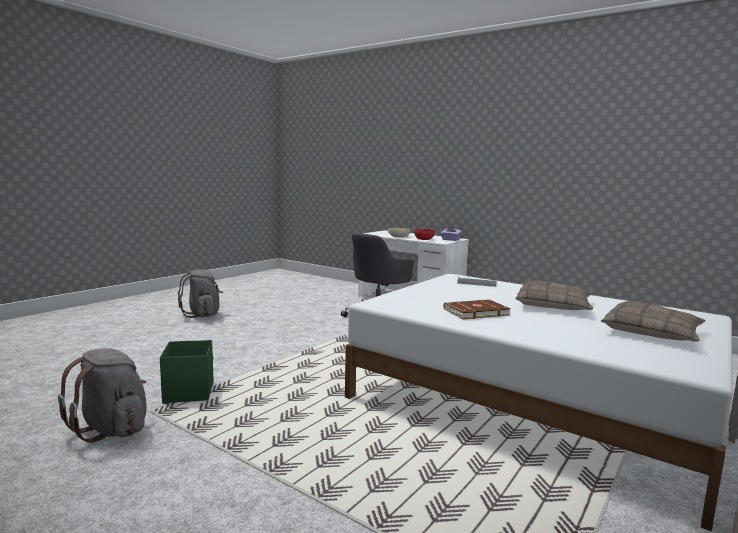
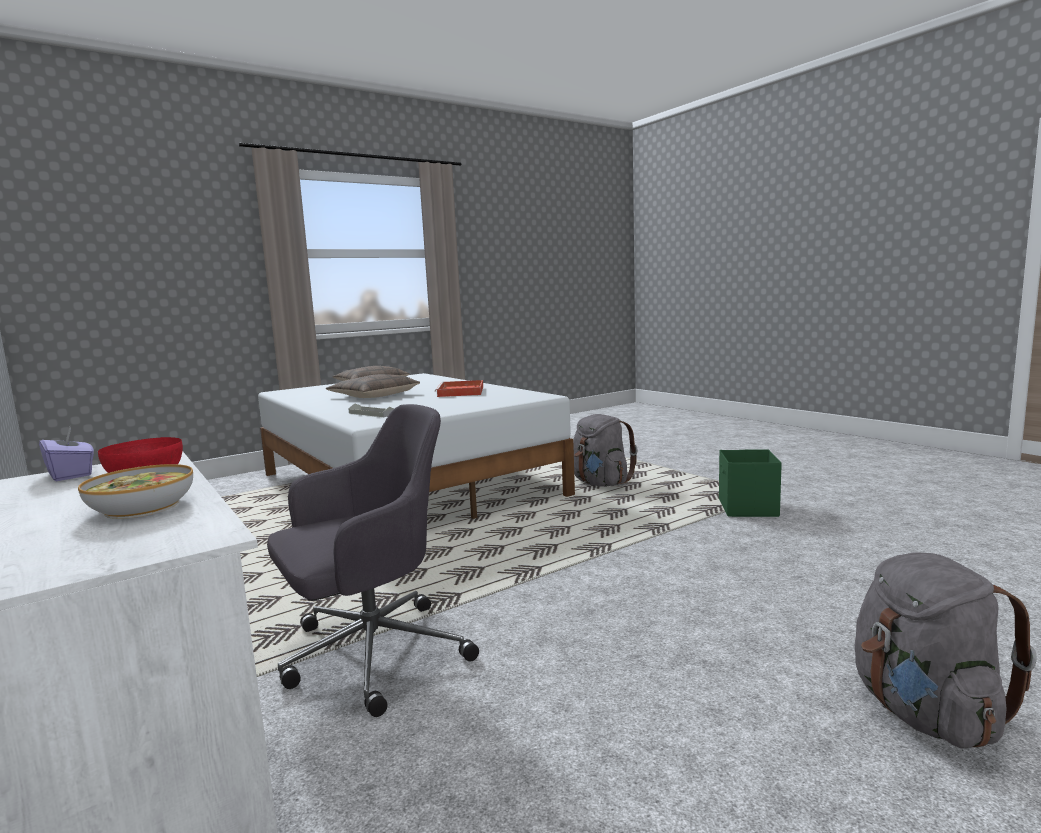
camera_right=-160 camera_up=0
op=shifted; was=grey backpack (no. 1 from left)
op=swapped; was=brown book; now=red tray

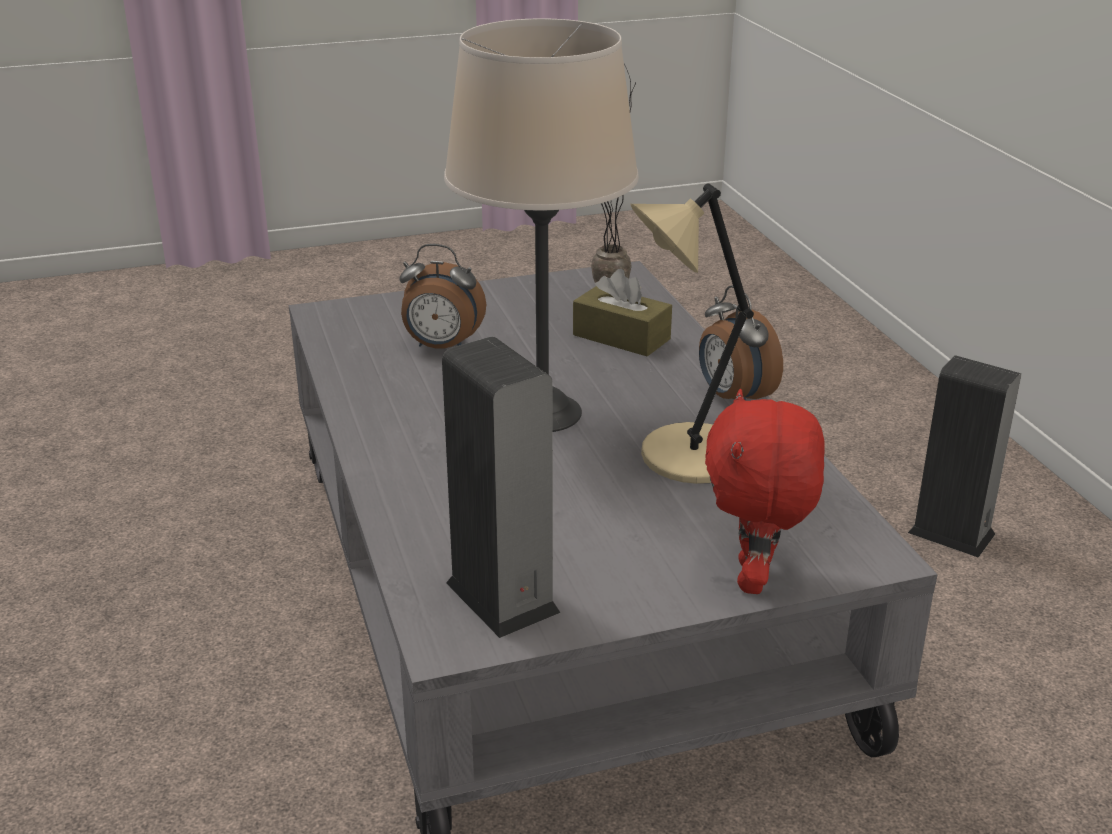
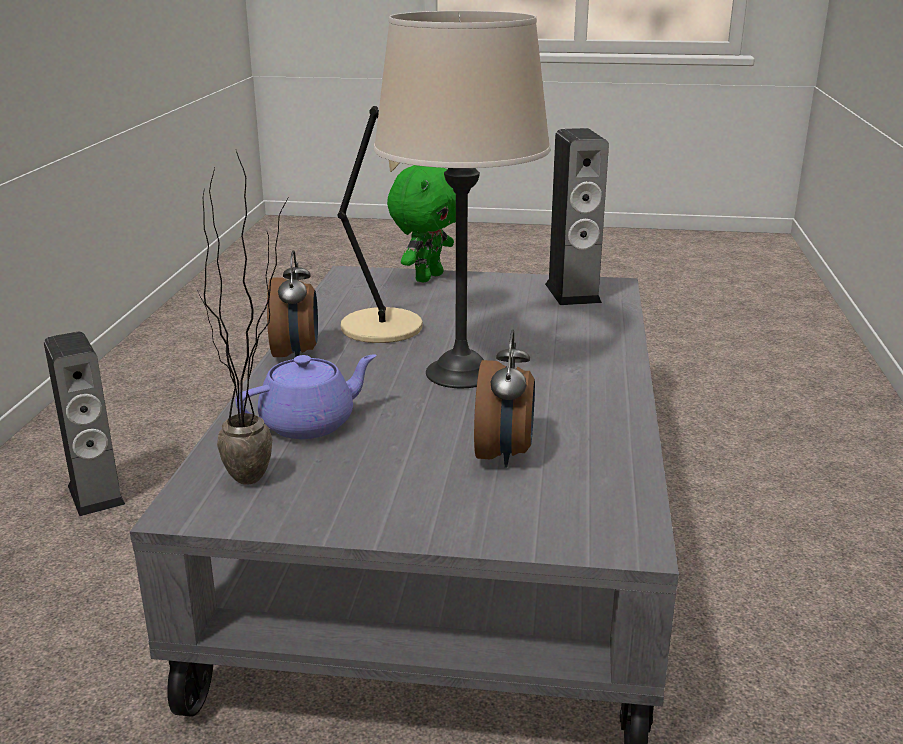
camera_right=-155 camera_up=-5
op=swapped; was=brown tissue box; now=purple teapot
op=repainted; was=red plush toy; now=green plush toy
op=rotated; was=alarm clock (no. 1 from left in the first image); clockwise=60

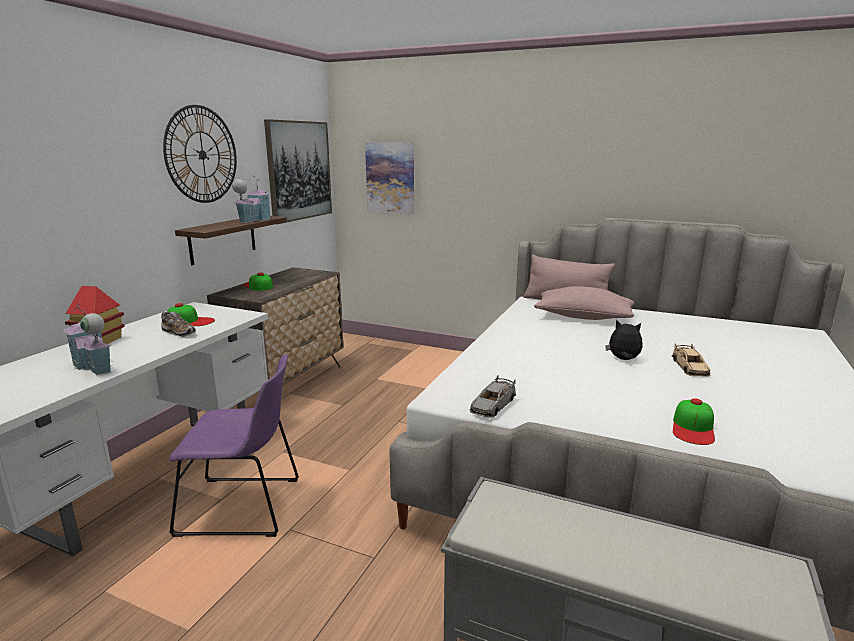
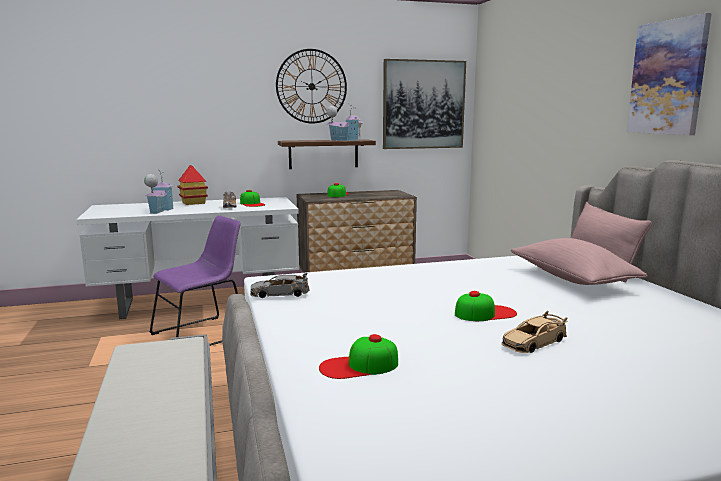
camera_right=50 camera_up=-5
op=shifted; was=picture (no. 2 from left)
op=swapped; was=plush toy; now=cap (no. 4 from left)
op=rotated; was=purple chair; clockwise=-90

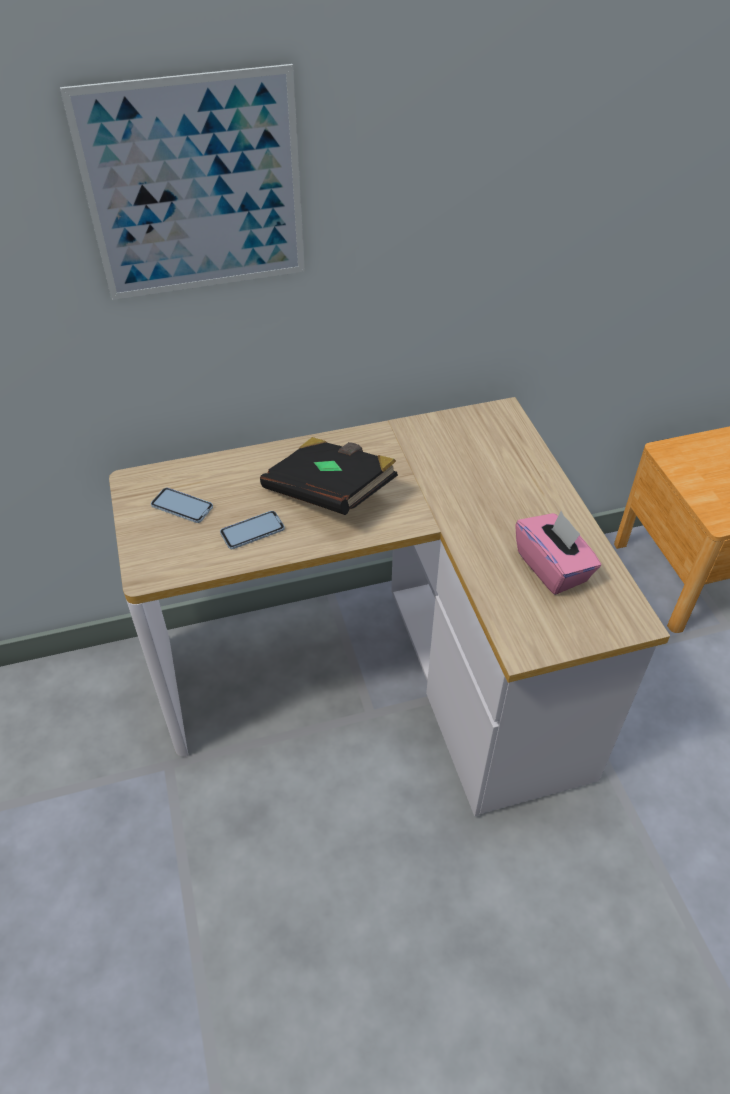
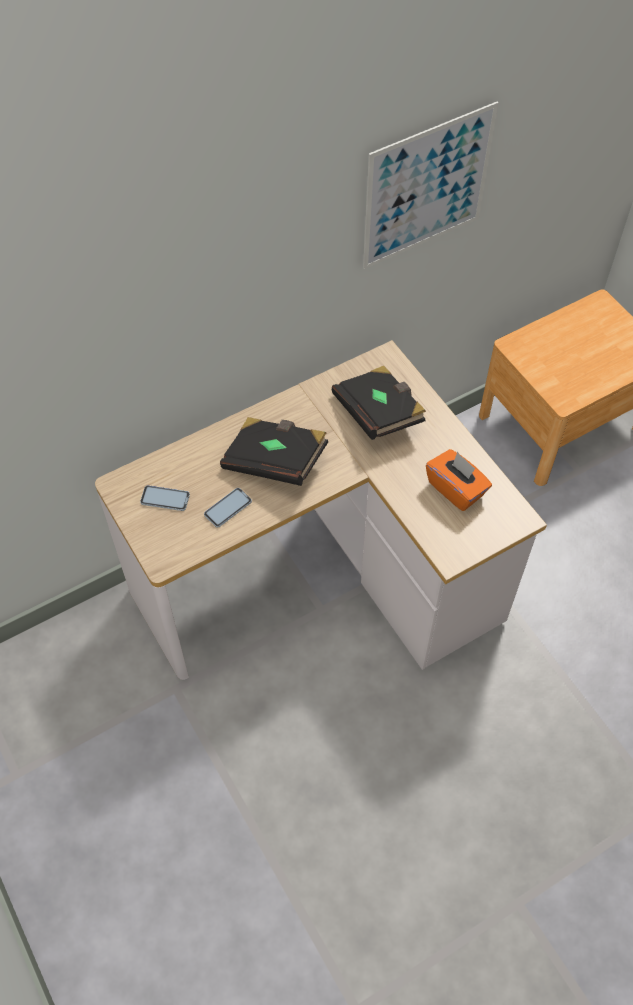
camera_right=-15 camera_up=10
op=new; now=black book (no. 2 from left)
op=shifted; was=picture
op=repainted; was=pink tissue box; now=orange tissue box

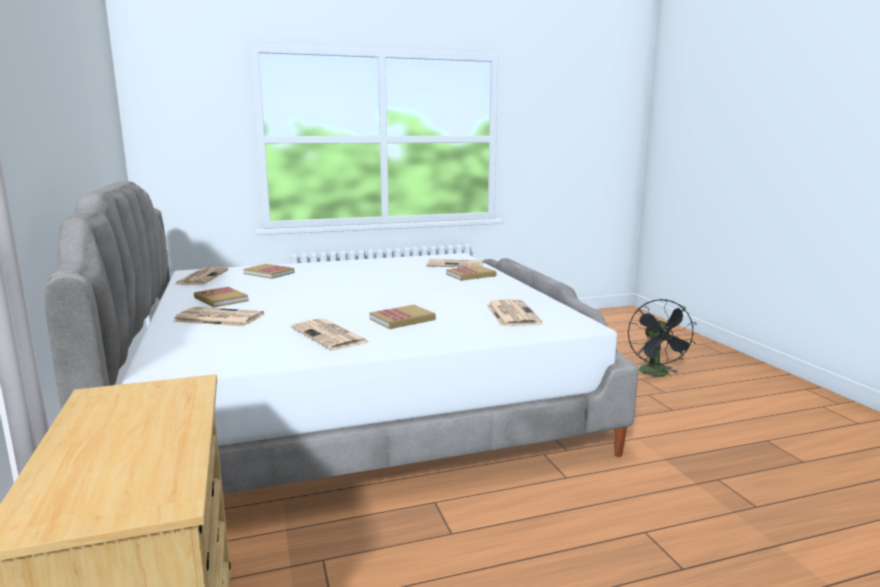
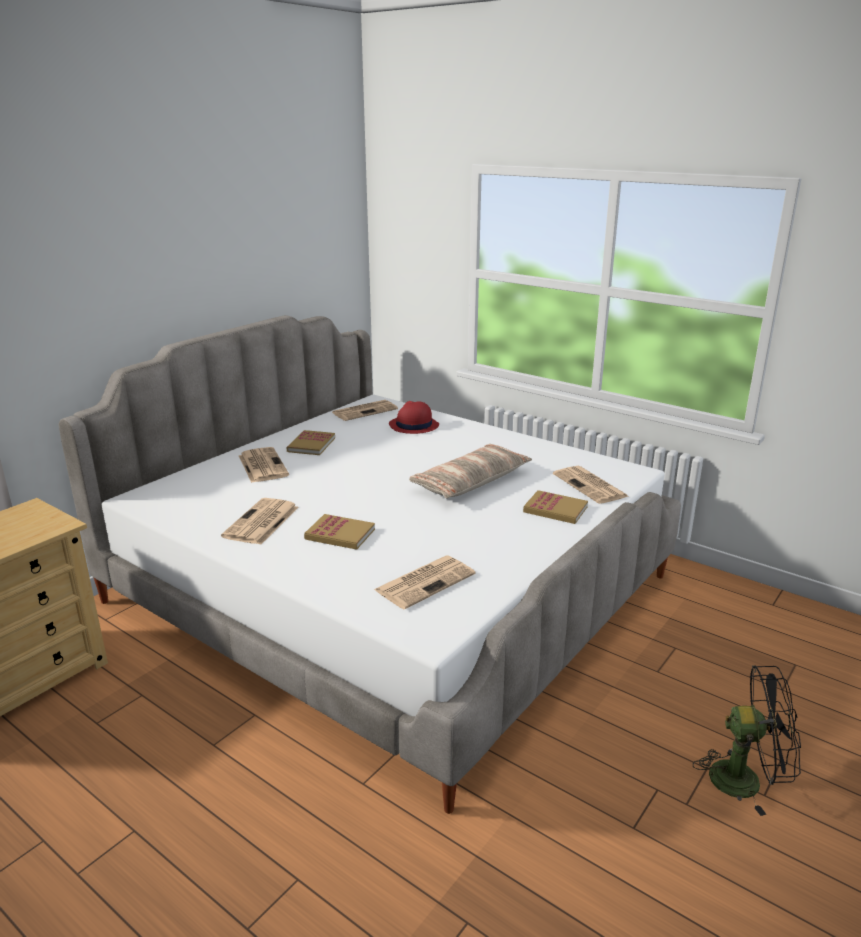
camera_right=55 camera_up=10
op=new; now=pillow
op=swapped; was=book (no. 2 from left); now=red hat
op=rotated; was=black fan; clockwise=-135

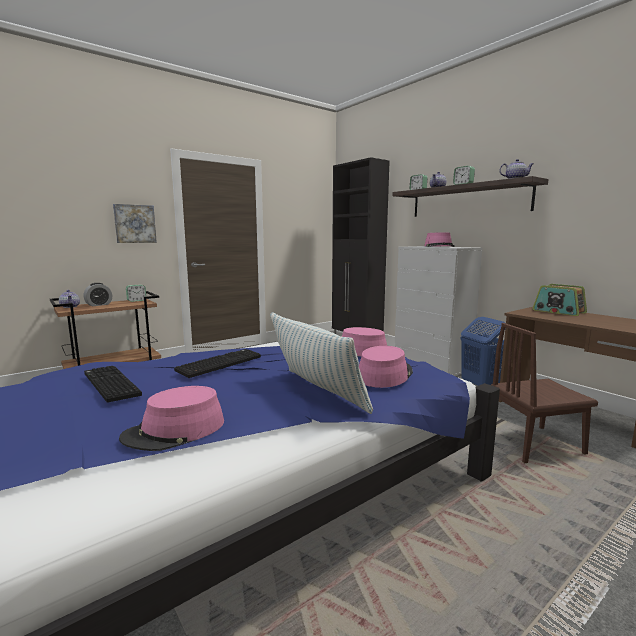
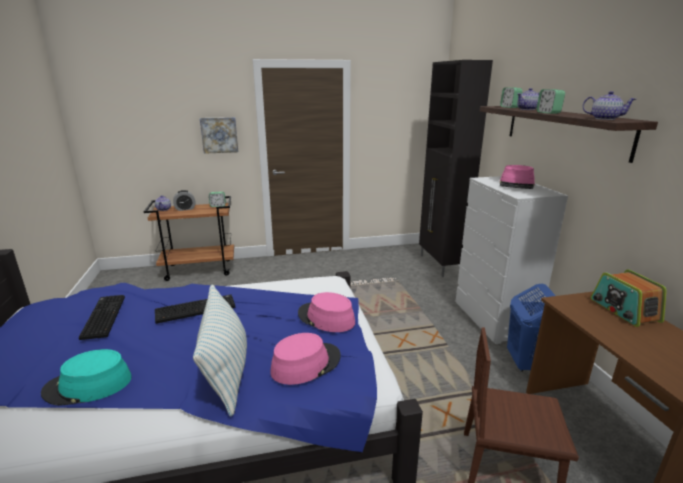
camera_right=25 camera_up=10
op=repainted; was=pink hat (no. 1 from left); now=turquoise hat

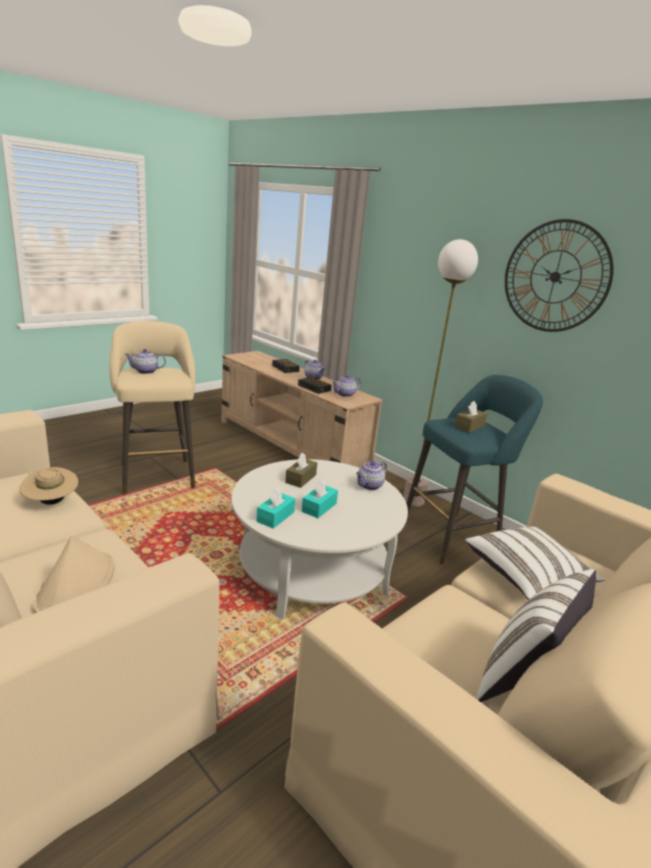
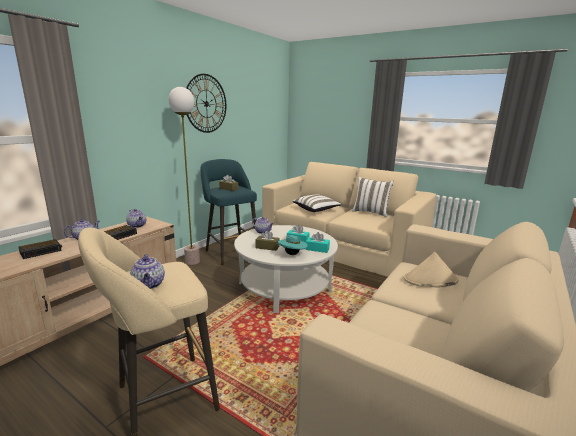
camera_right=-100 camera_up=-5
op=gone; was=beige hat (no. 1 from left)
op=new; now=turquoise hat

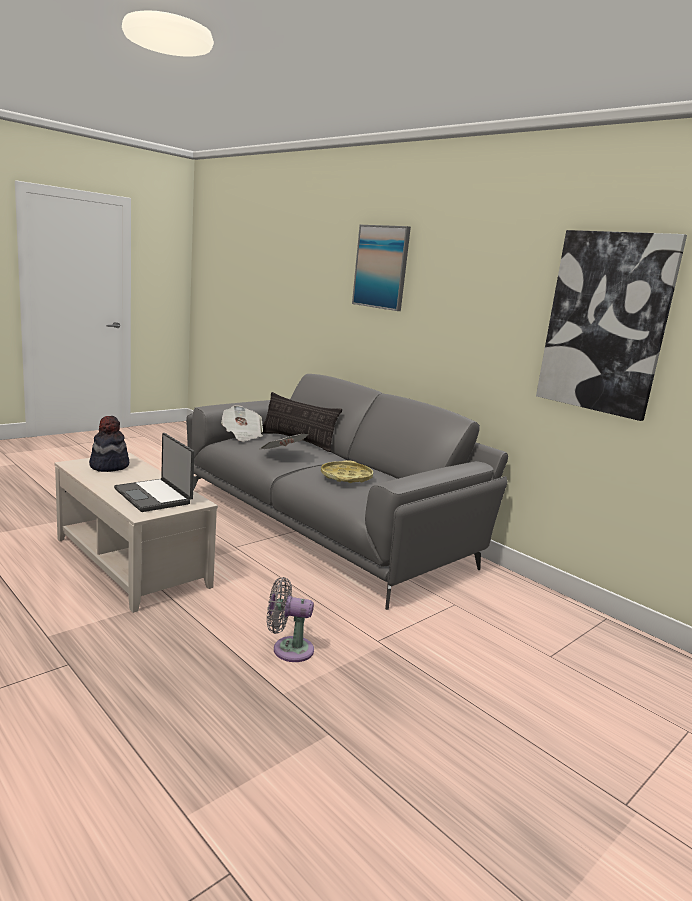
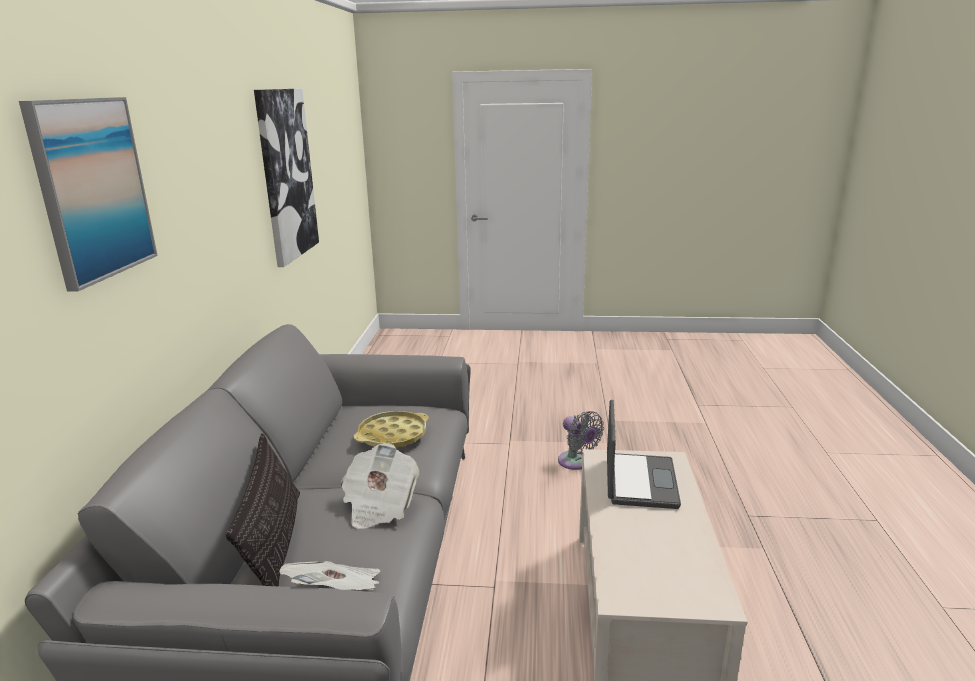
camera_right=-130 camera_up=5
op=gone; was=hat

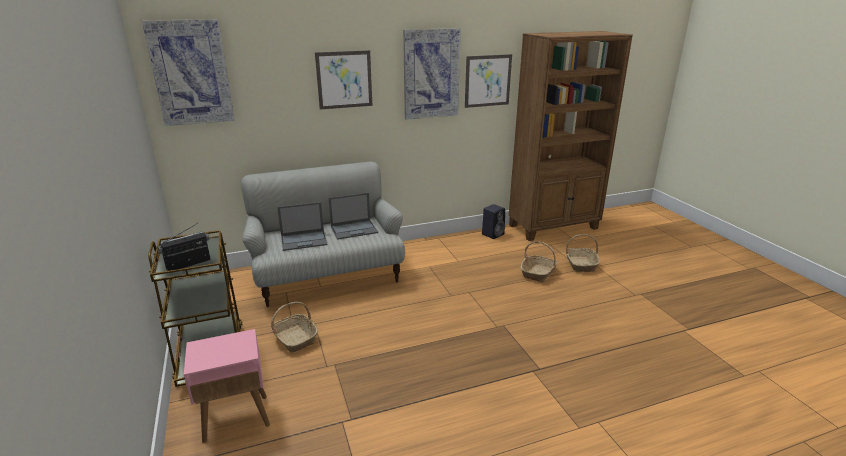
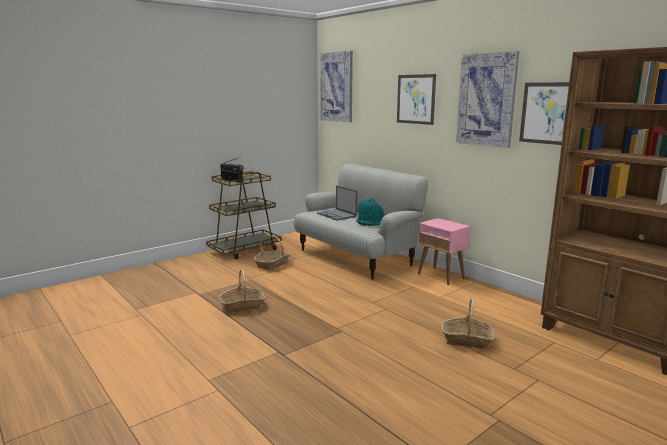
camera_right=70 camera_up=-10
op=gone; was=black speaker
op=shifted; was=pink side table
op=shifted; was=basket (no. 3 from left in the first image); now=basket (no. 1 from left)
op=swapped; was=laptop (no. 2 from left); now=turquoise hat

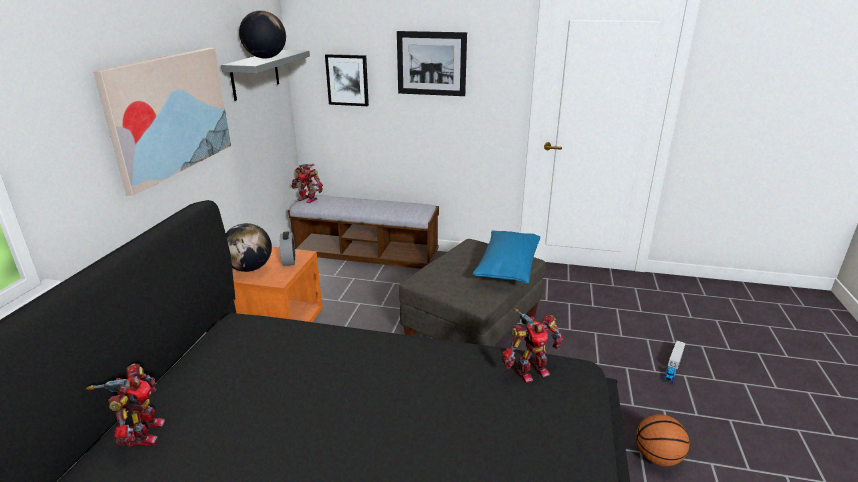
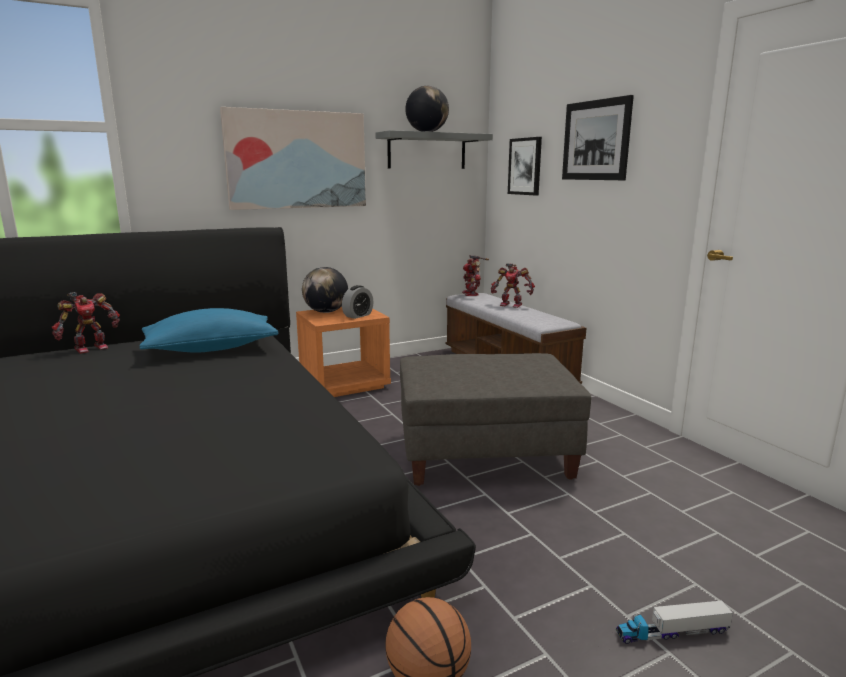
camera_right=50 camera_up=-10
op=shifted; was=blue pillow
op=shifted; was=toy robot (no. 3 from left)

